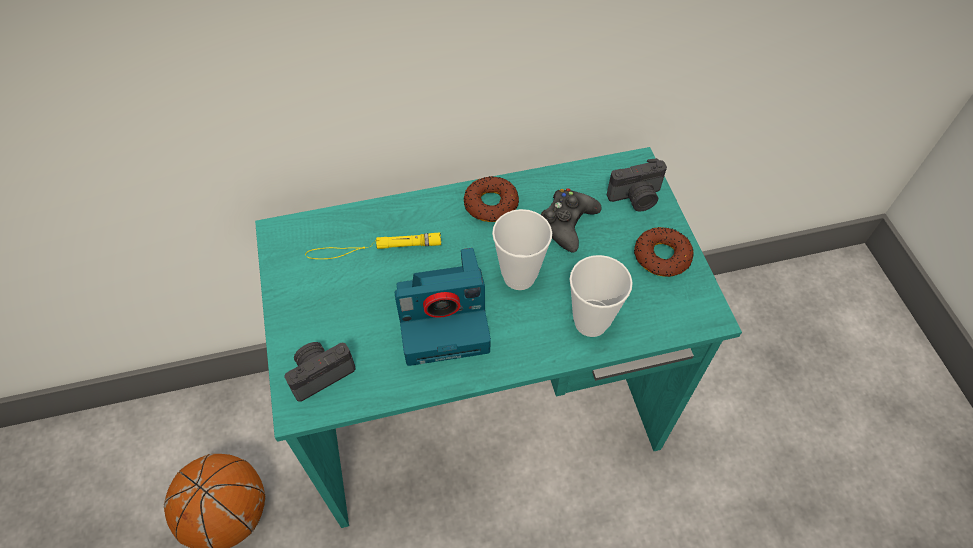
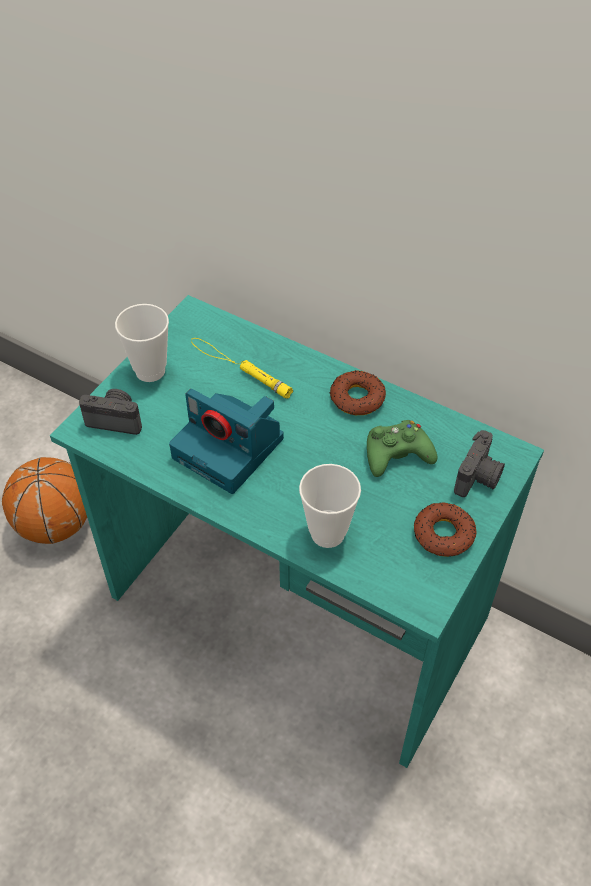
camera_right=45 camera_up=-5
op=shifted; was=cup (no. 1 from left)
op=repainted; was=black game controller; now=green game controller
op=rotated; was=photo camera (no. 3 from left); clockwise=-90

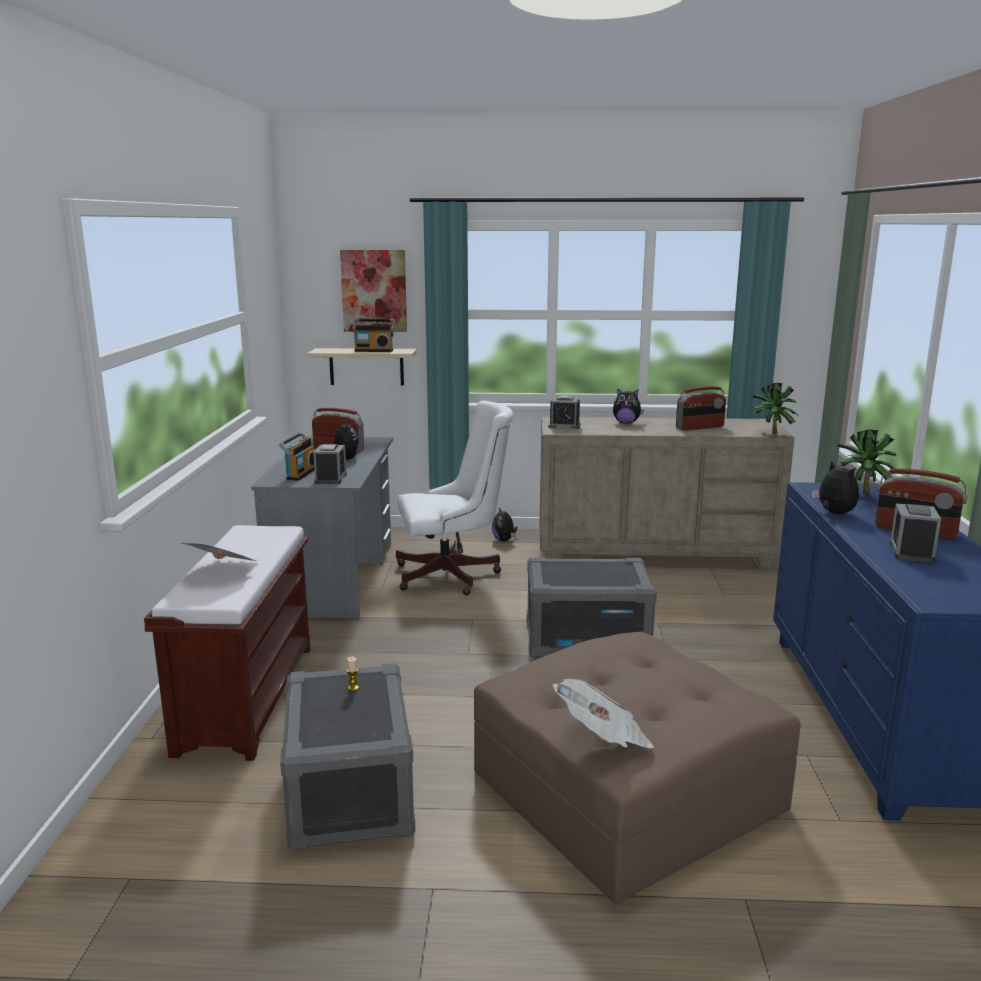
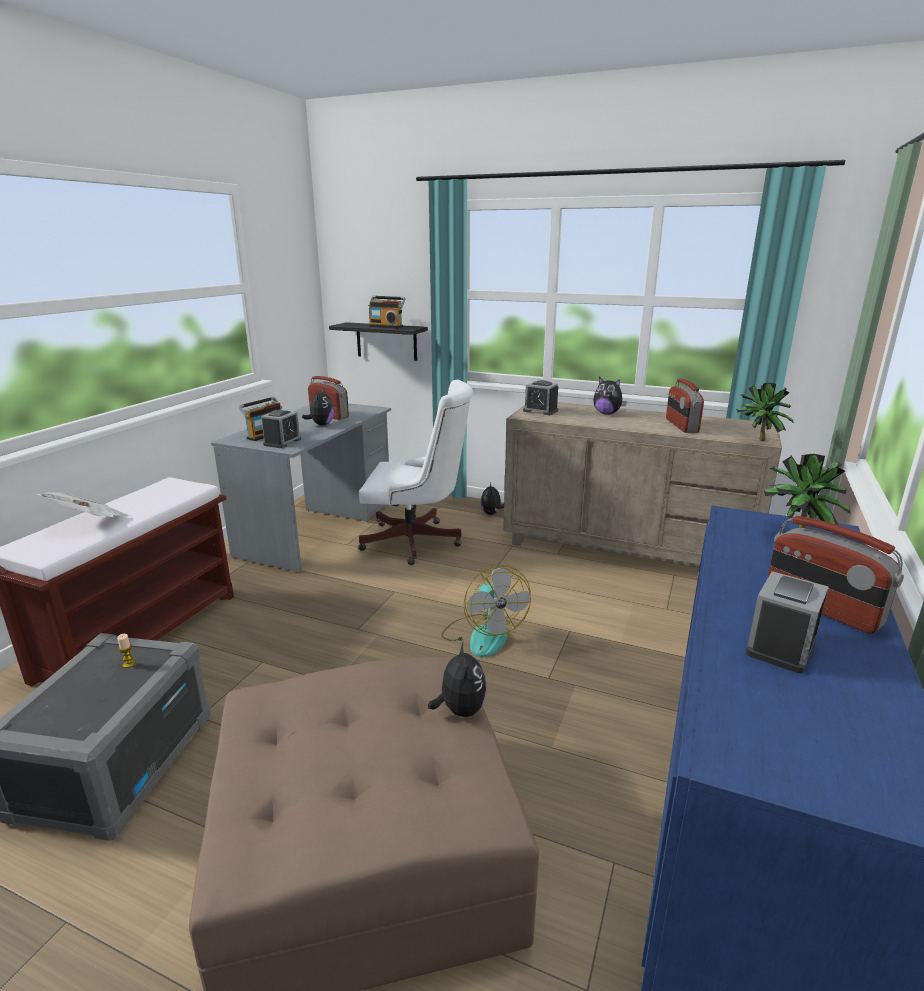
camera_right=20 camera_up=5
op=gone; was=picture
op=gone; was=newspaper (no. 2 from left)
op=shifted; was=plush toy (no. 4 from left in the first image); now=plush toy (no. 2 from left)
op=swapped; was=grey storage box (no. 2 from left); now=fan
op=repainted; was=beige shelf; now=black shelf
op=rotated; was=radio (no. 4 from left); clockwise=90

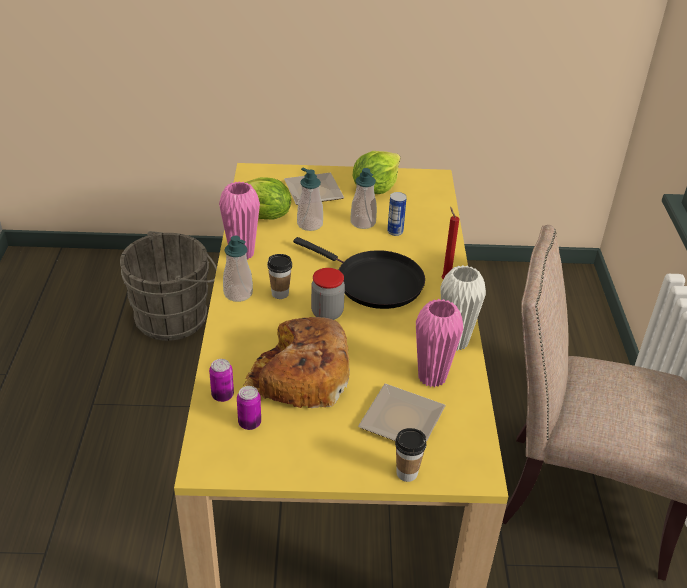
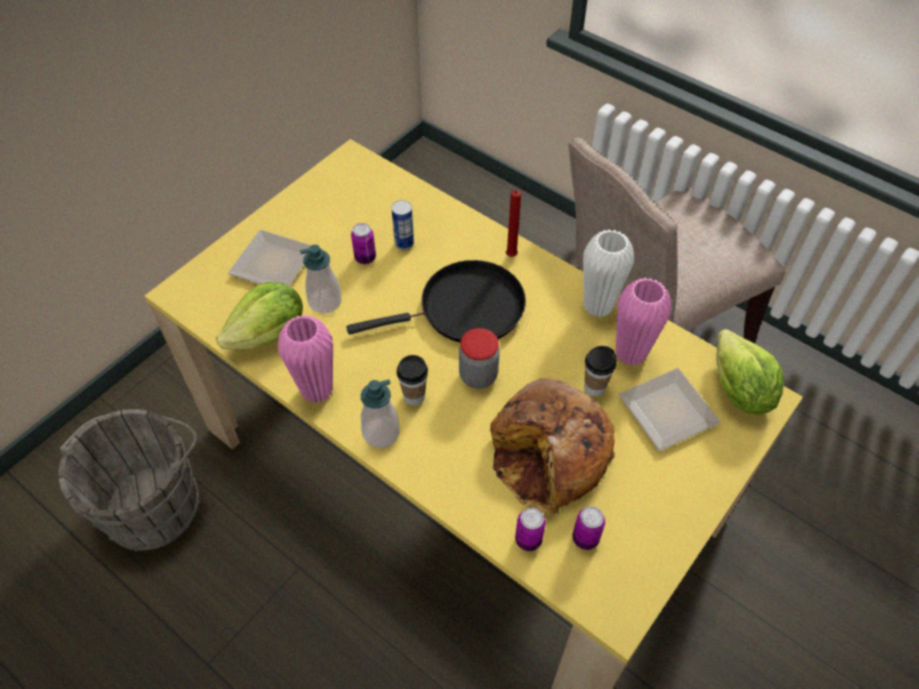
camera_right=-50 camera_up=15
op=shifted; was=lettuce (no. 2 from left)
op=shifted; was=cup (no. 2 from left)
op=swapped; was=soap dispenser (no. 3 from left); now=can (no. 1 from left)

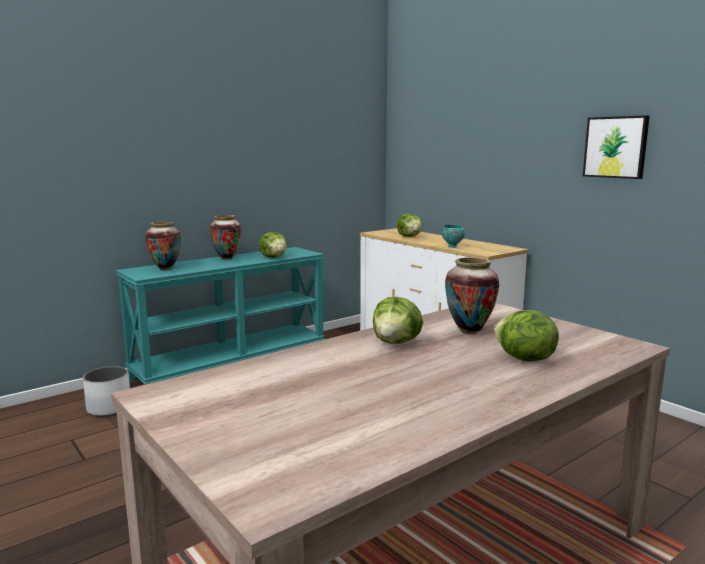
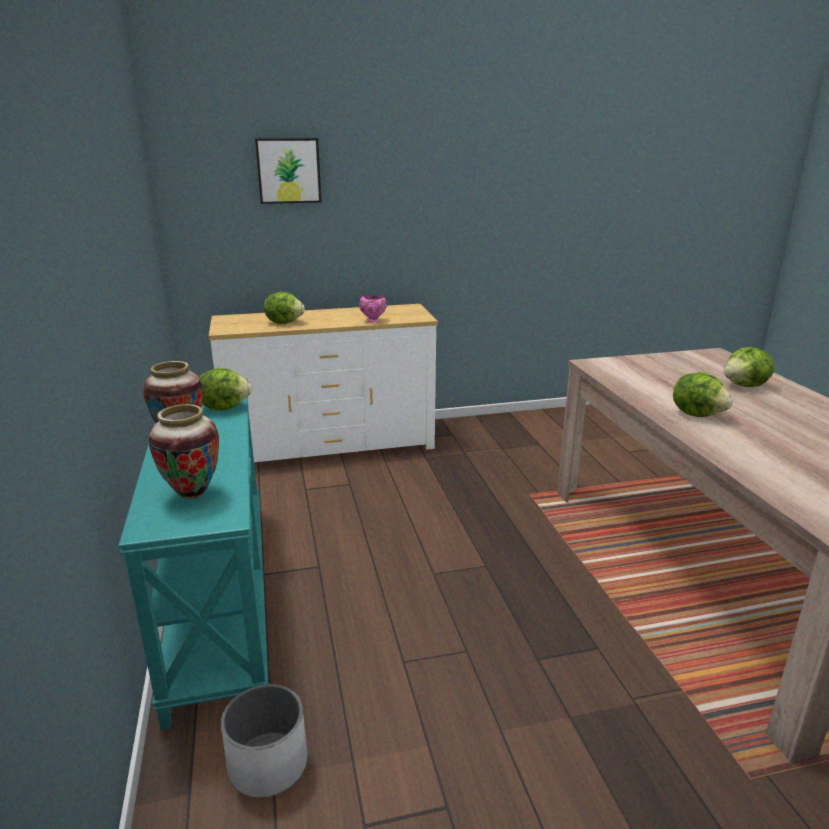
camera_right=-65 camera_up=10
op=gone; was=vase (no. 3 from left)
op=shifted; was=picture
op=repainted; was=turquoise bowl; now=pink bowl

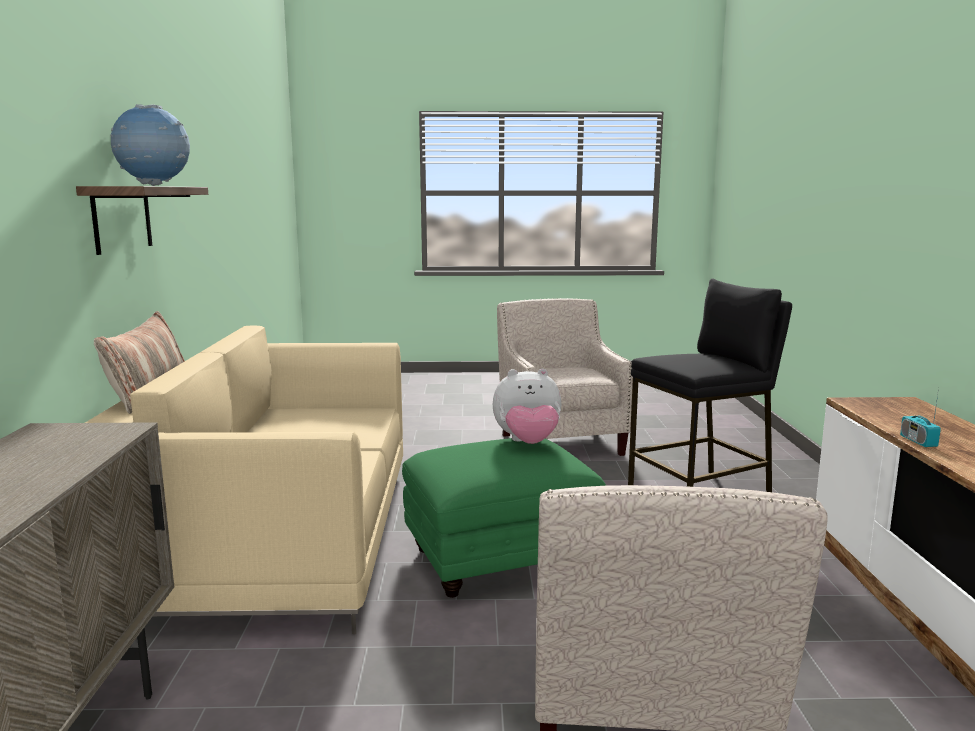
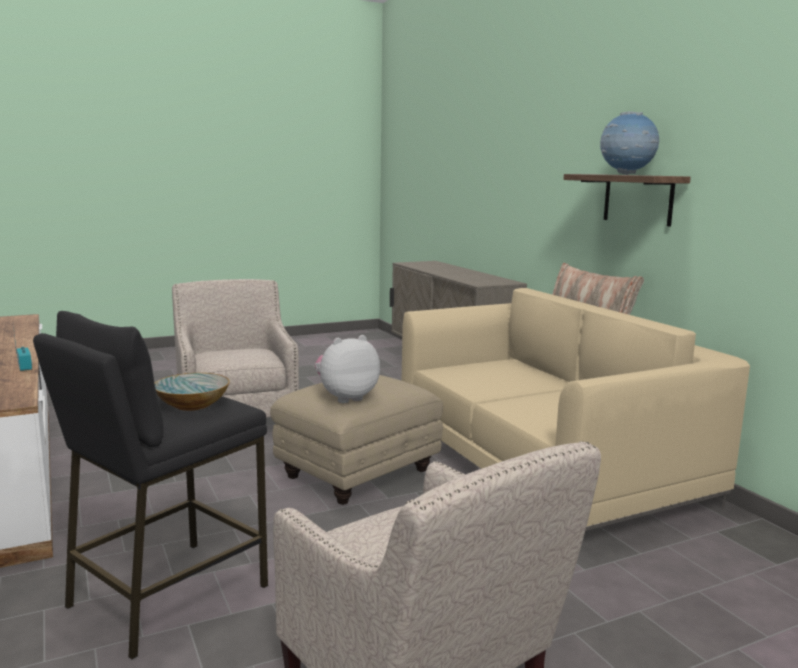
camera_right=155 camera_up=0
op=new; now=bowl
op=repainted; was=green ottoman; now=beige ottoman

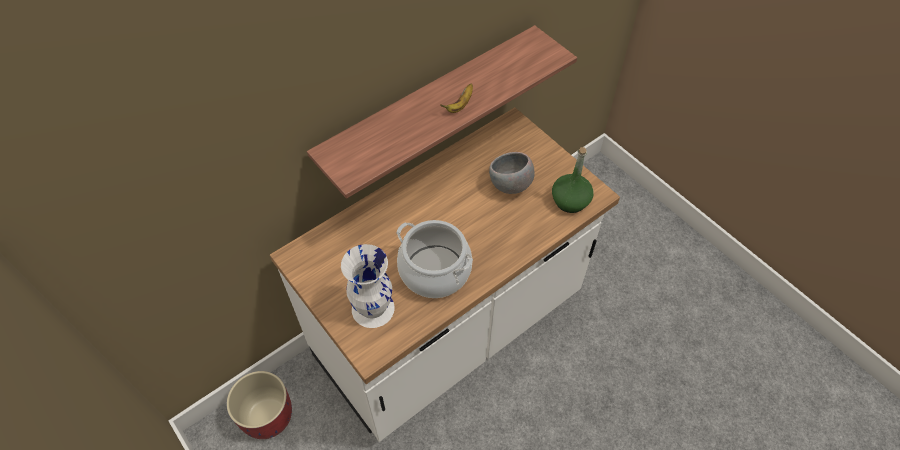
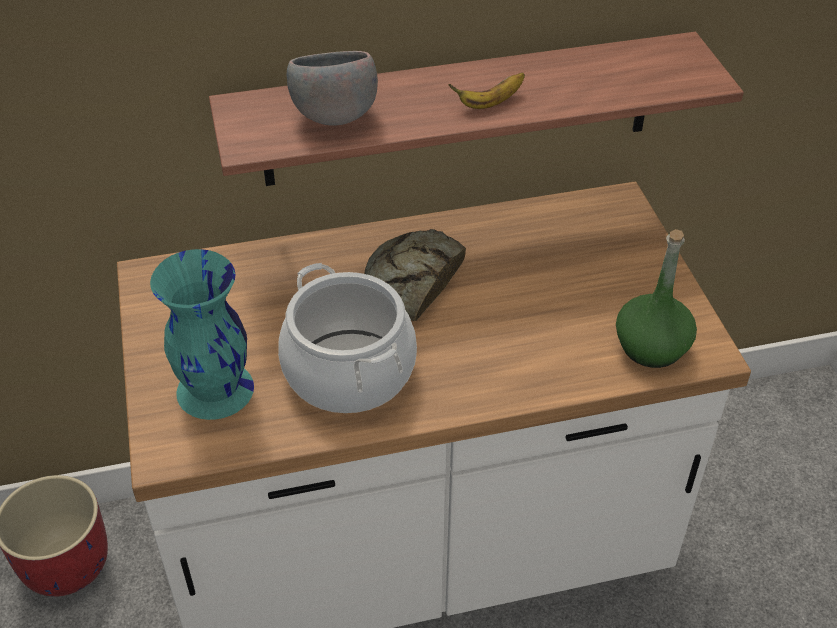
camera_right=25 camera_up=-10
op=new; now=bread
op=shifted; was=grey bowl
op=repainted; was=white vase; now=turquoise vase

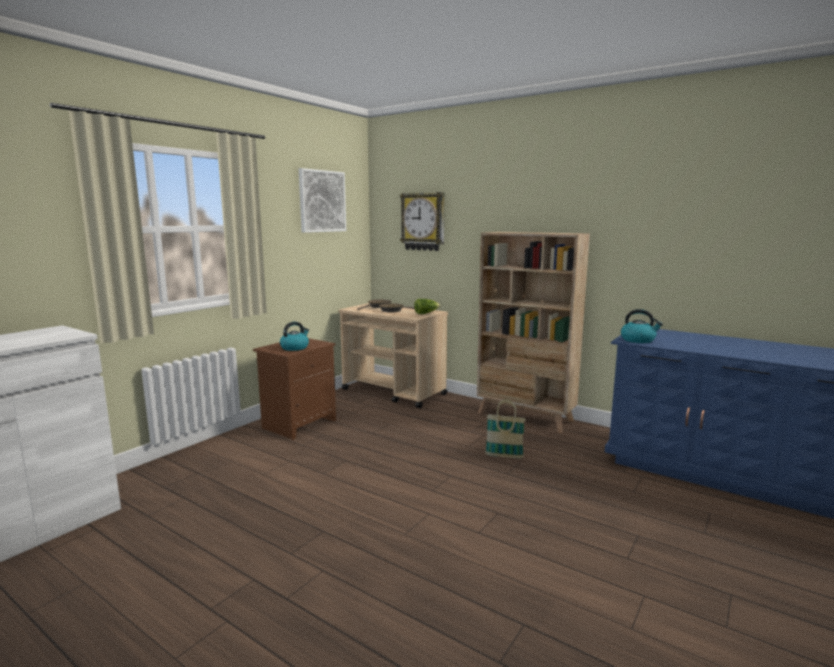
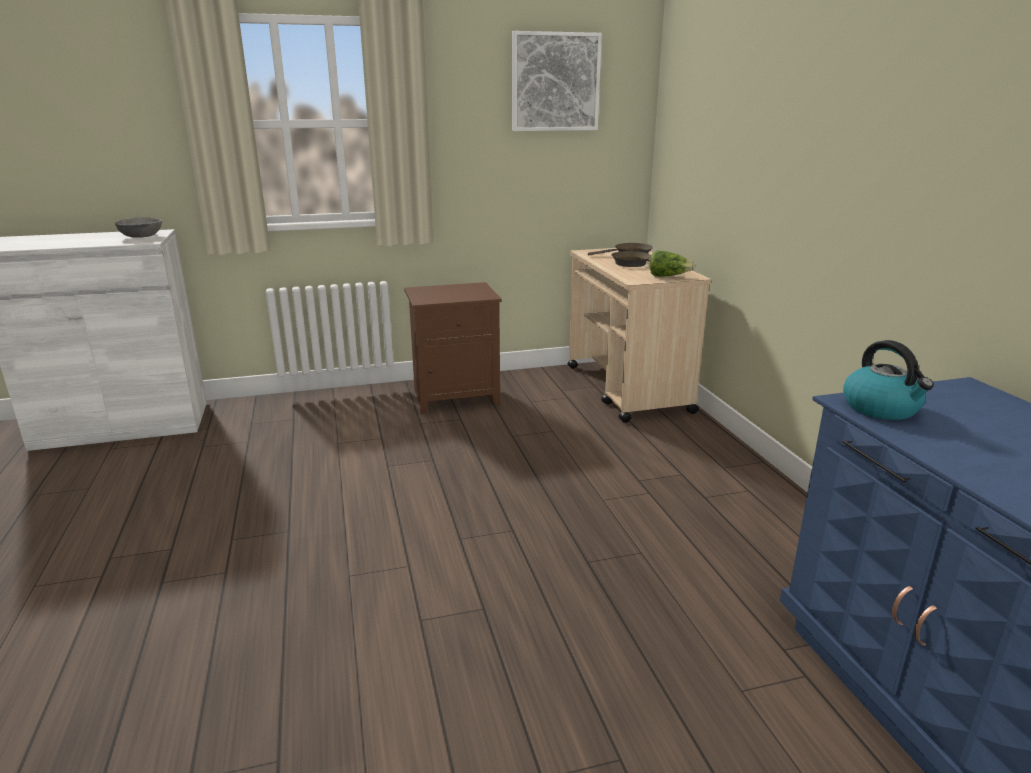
camera_right=40 camera_up=10
op=gone; was=kettle (no. 1 from left)
op=gone; was=wall clock
op=gone; was=beige bookcase
op=gone; was=basket
op=new; now=grey bowl

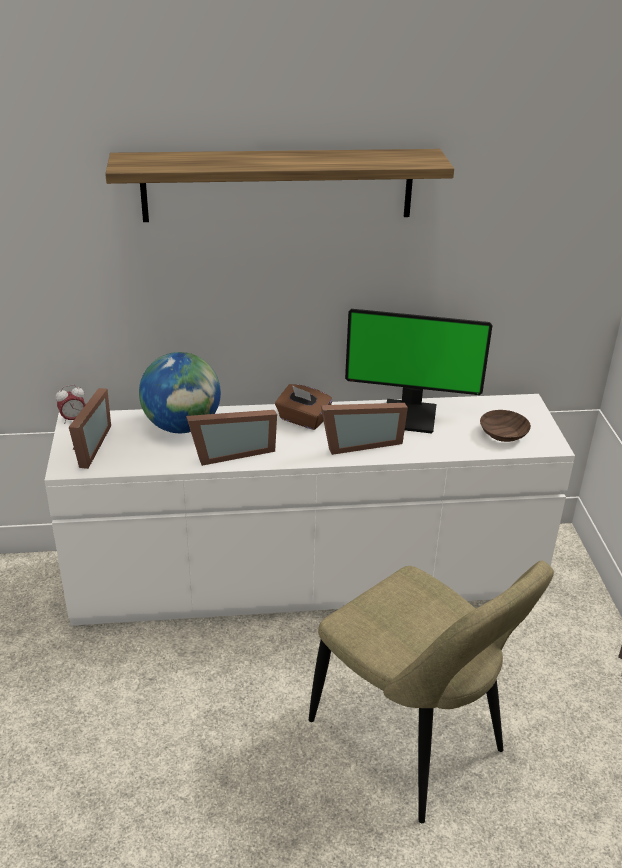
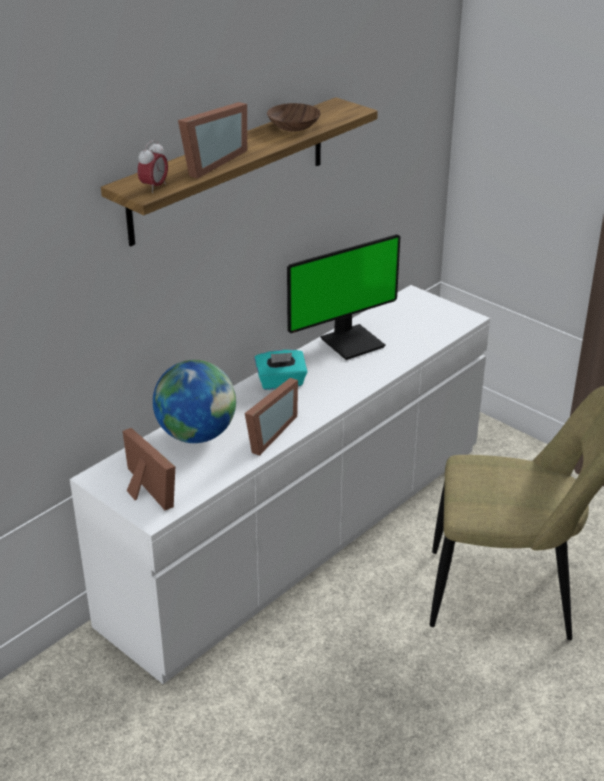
camera_right=-40 camera_up=0
op=shifted; was=alarm clock
op=shifted; was=picture frame (no. 3 from left in the first image); now=picture frame (no. 2 from left)
op=shifted; was=brown bowl
op=repainted; was=brown tissue box; now=turquoise tissue box

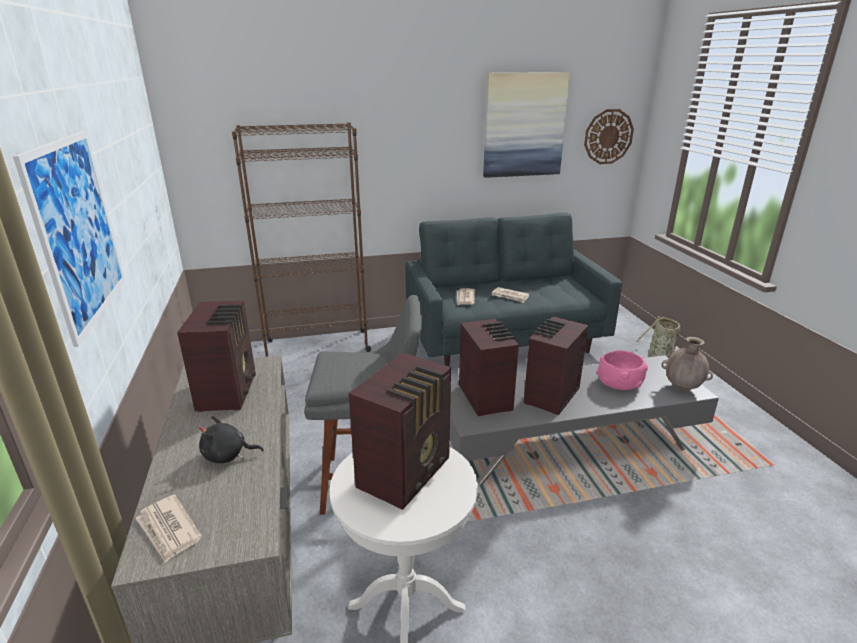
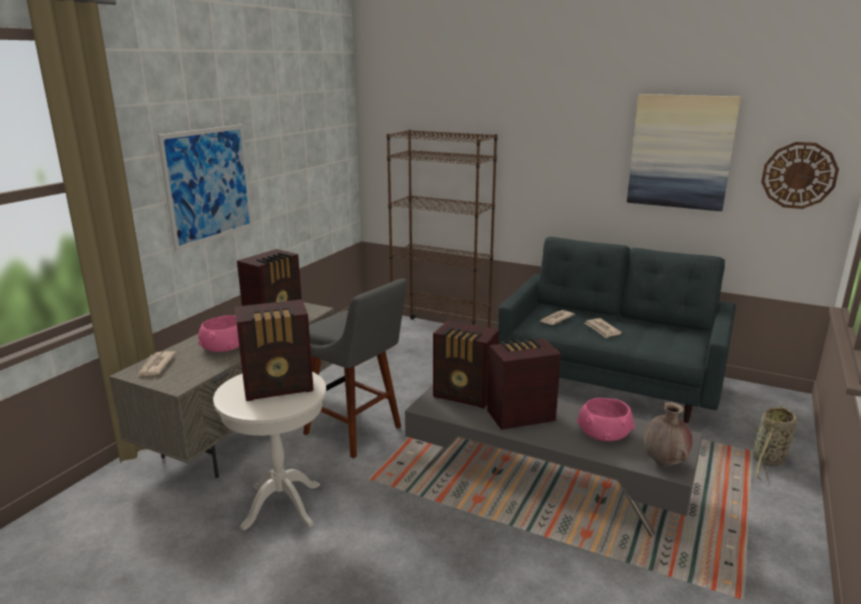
camera_right=40 camera_up=-5
op=swapped; was=black plush toy; now=pink bowl (no. 1 from left)
op=rotated; was=radio (no. 3 from left); clockwise=90

